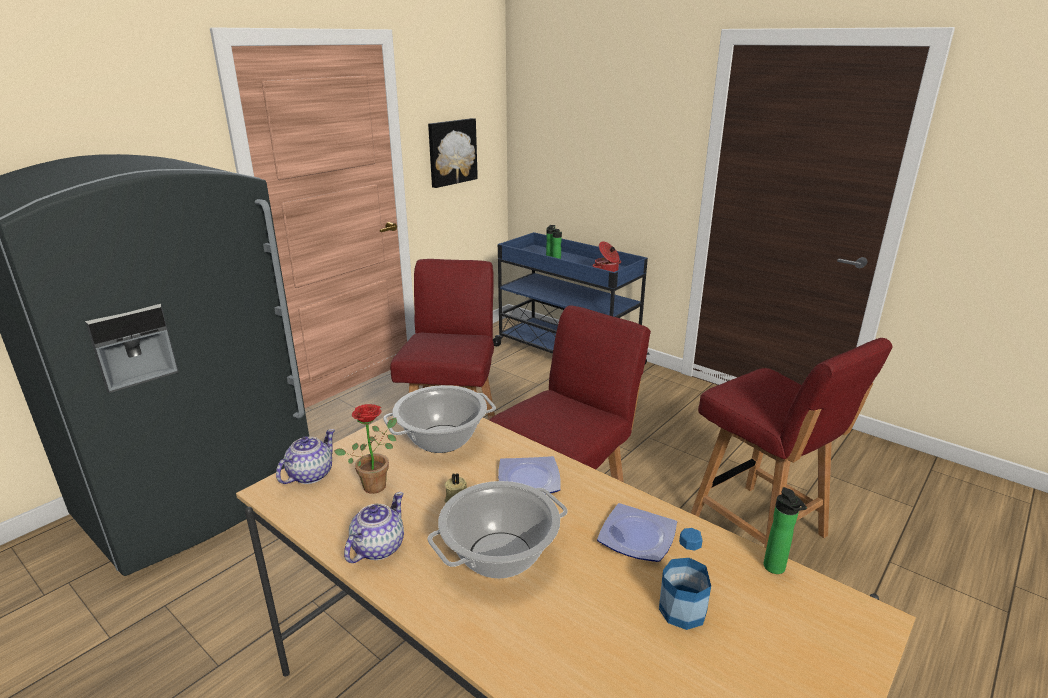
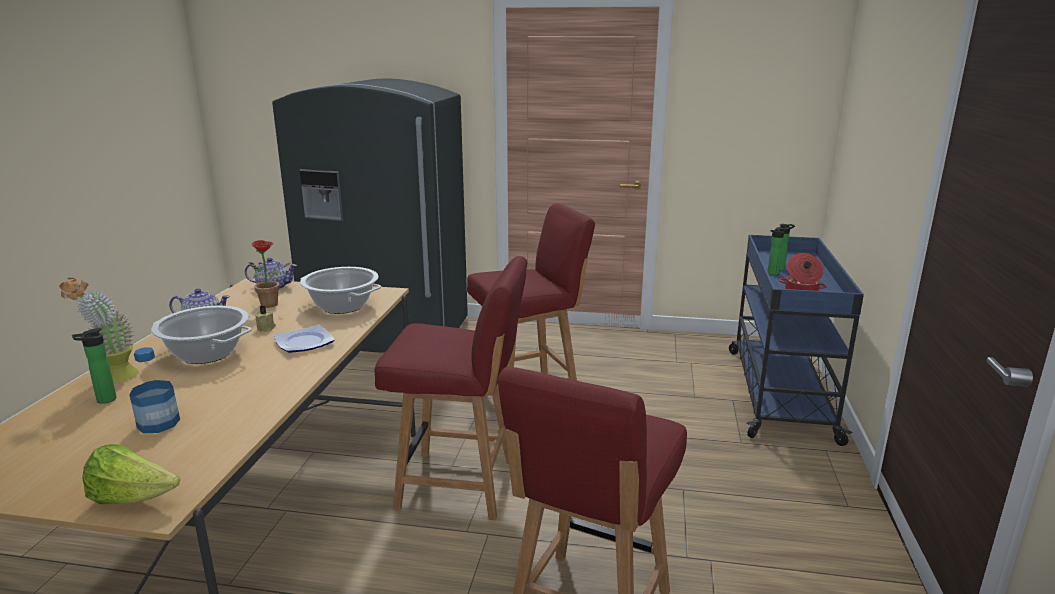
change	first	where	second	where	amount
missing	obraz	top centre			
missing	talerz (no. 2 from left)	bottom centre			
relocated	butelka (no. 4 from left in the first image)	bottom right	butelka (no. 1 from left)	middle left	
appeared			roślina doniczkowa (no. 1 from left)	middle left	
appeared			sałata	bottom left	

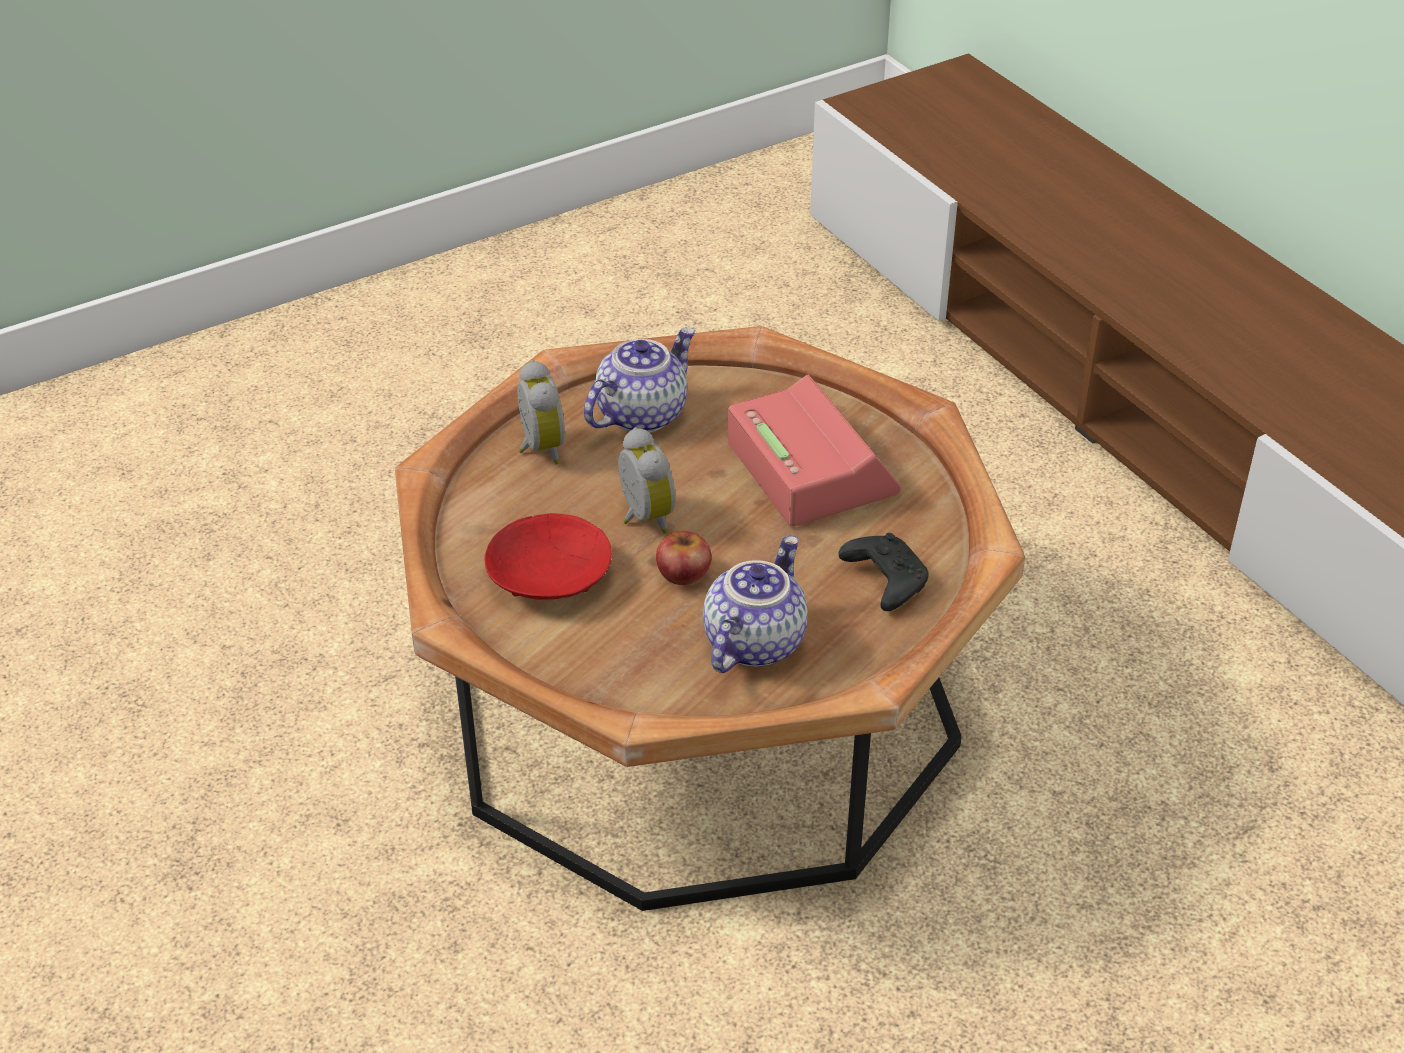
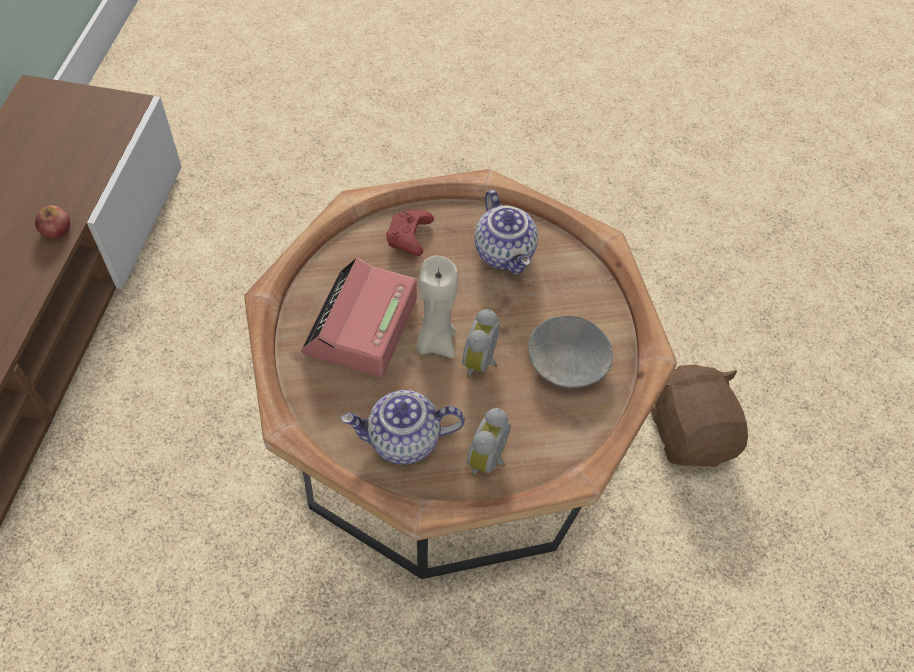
change	first	where	second	where	amount
colour	miska/czerwony	centre	miska/szary	centre	
relocated	jabłko	centre		top left	
spun	imbryk (no. 2 from left)	centre		centre	90 degrees counterclockwise
colour	pad do gier/czarny	centre	pad do gier/czerwony	centre	
appeared			świeca/beżowy	centre	
appeared			pluszak/brązowy	middle right	

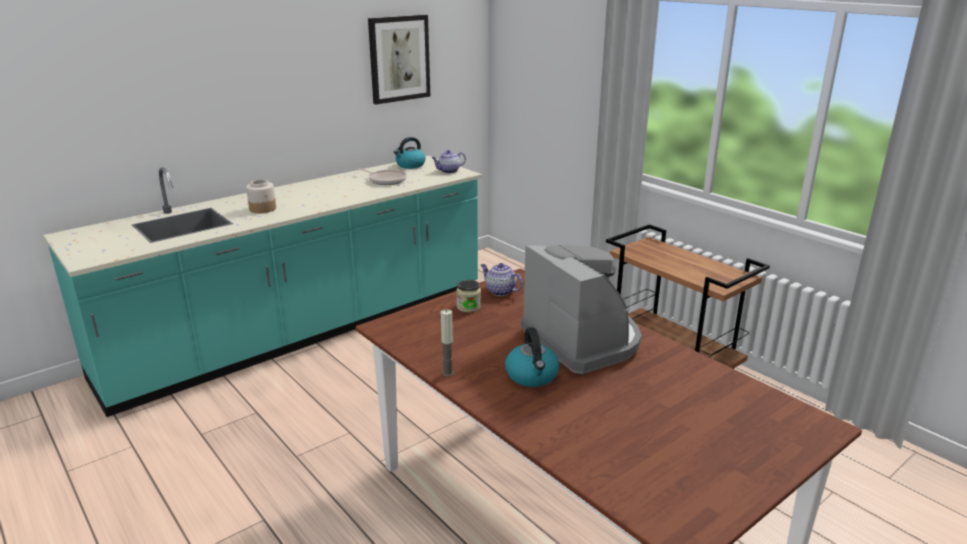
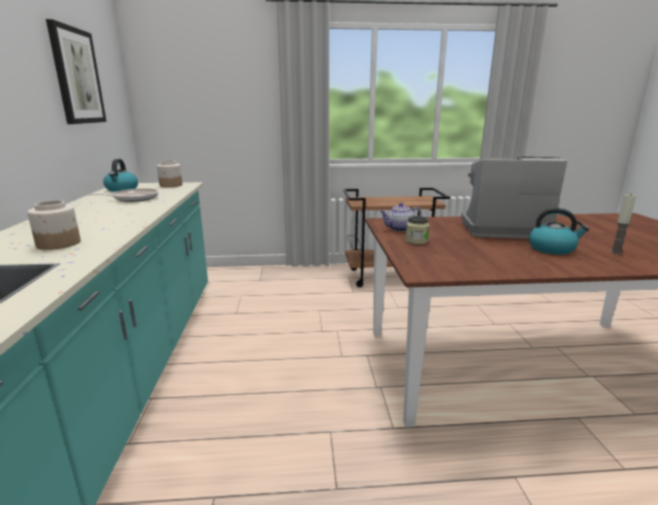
change	first	where	second	where	amount
exchanged	imbryk (no. 1 from left)	top centre	słoik (no. 2 from left)	middle left	
relocated	świeca	centre		middle right	

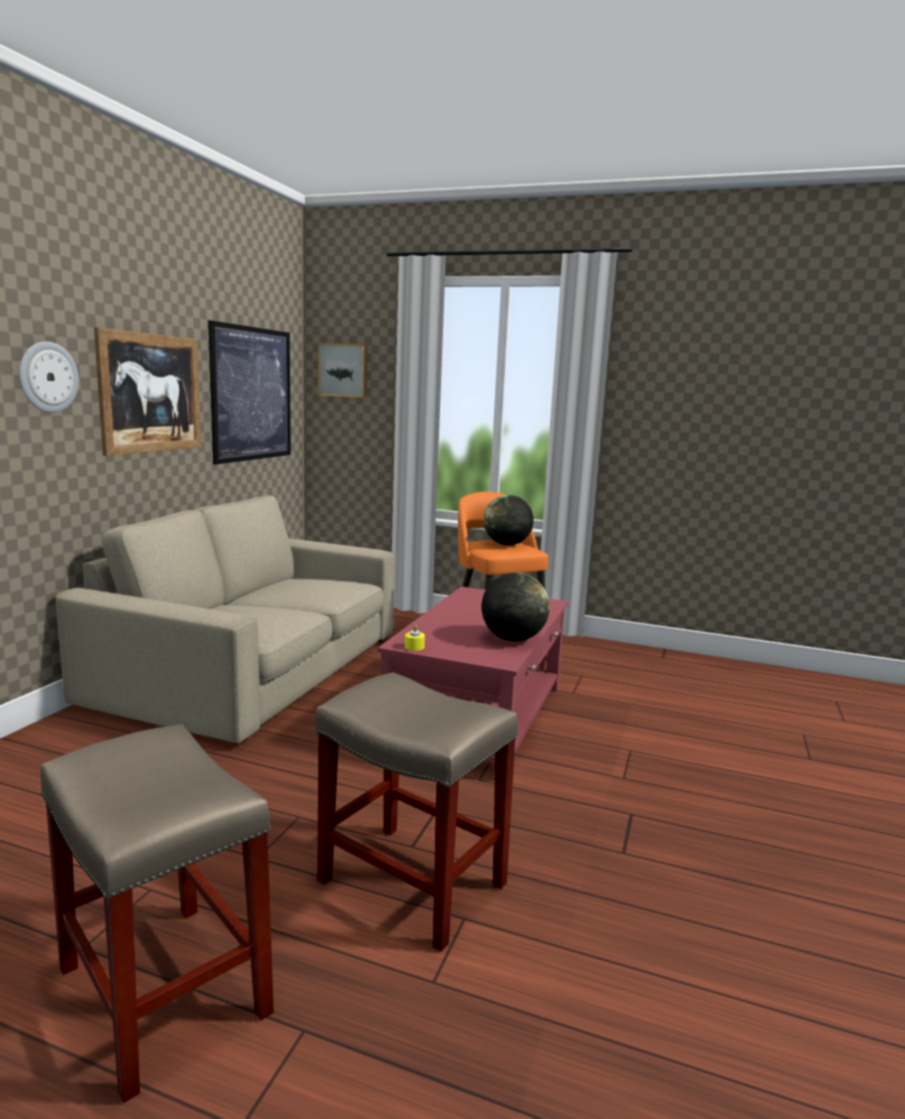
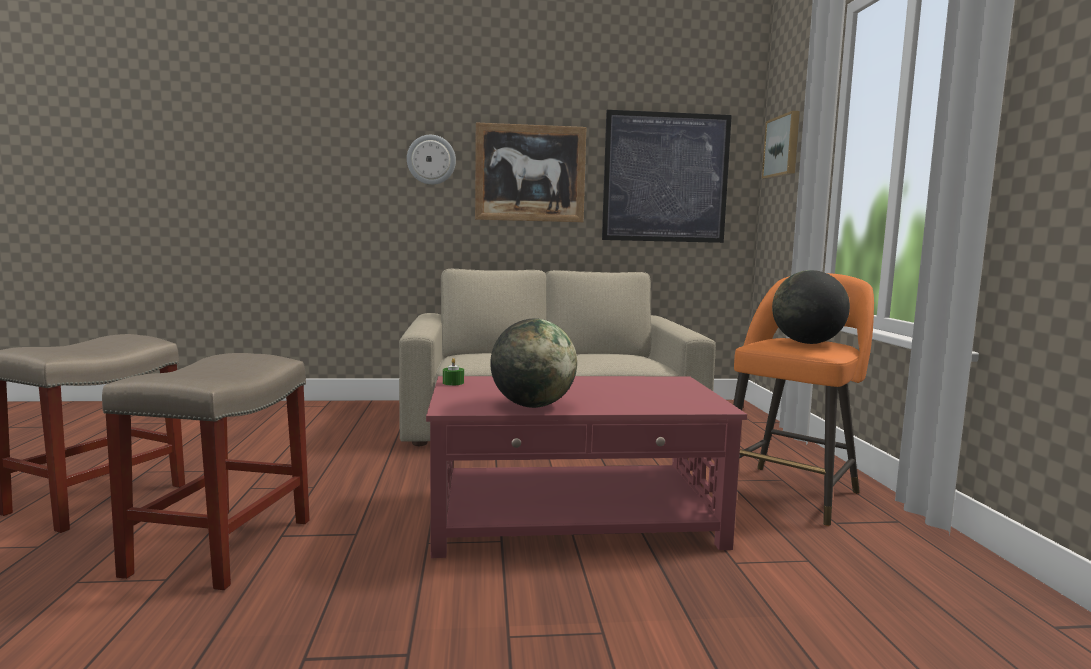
change	first	where	second	where	amount
colour	świeca/żółty	centre	świeca/zielony	centre	

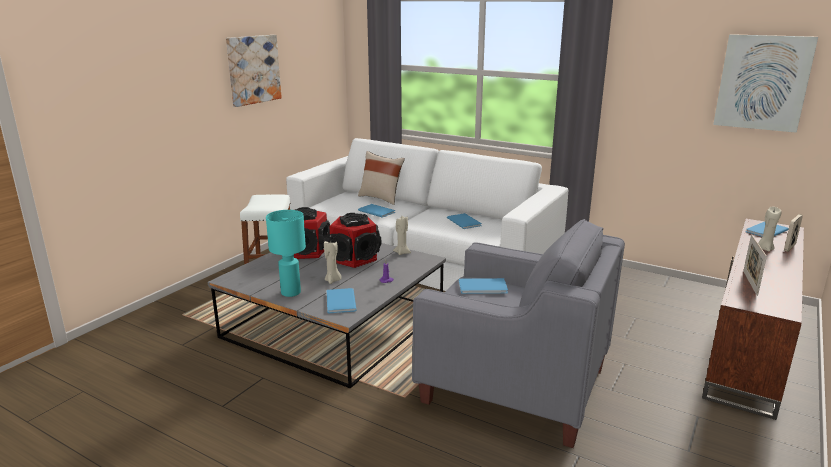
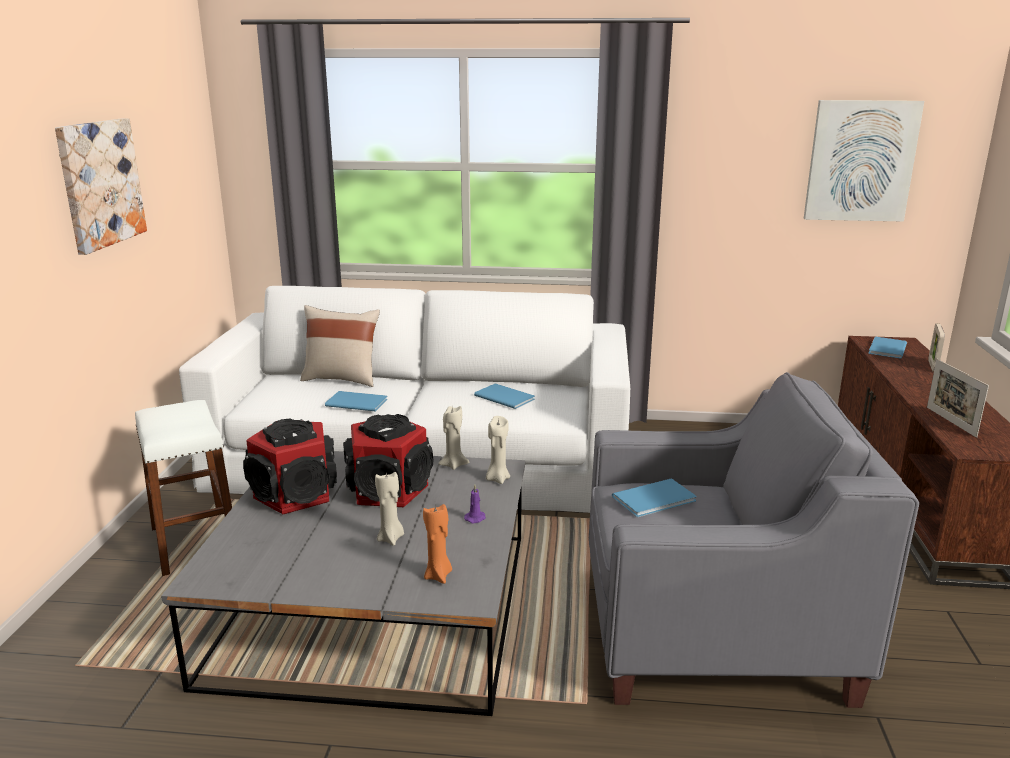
change	first	where	second	where	amount
missing	lampa stołowa/turkusowy	centre			
exchanged	książka/niebieski (no. 1 from left)	centre	świeca/pomarańczowy	bottom centre	
relocated	świeca/beżowy (no. 3 from left)	middle right		centre	

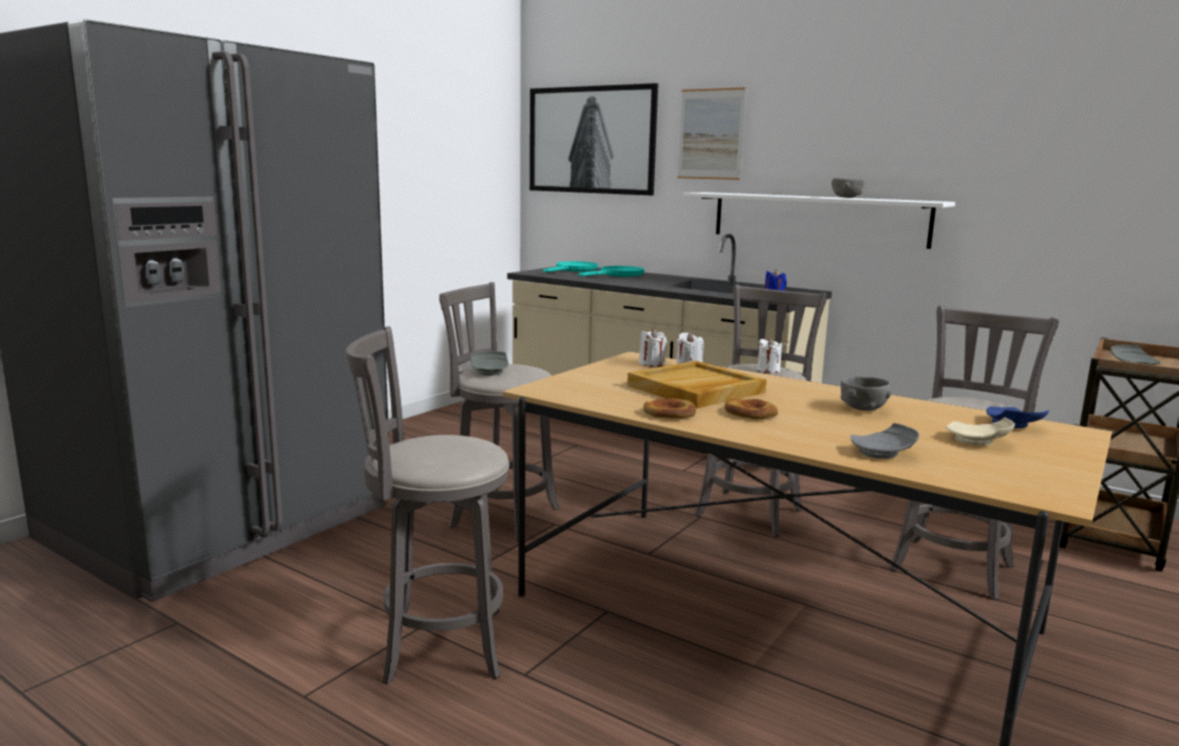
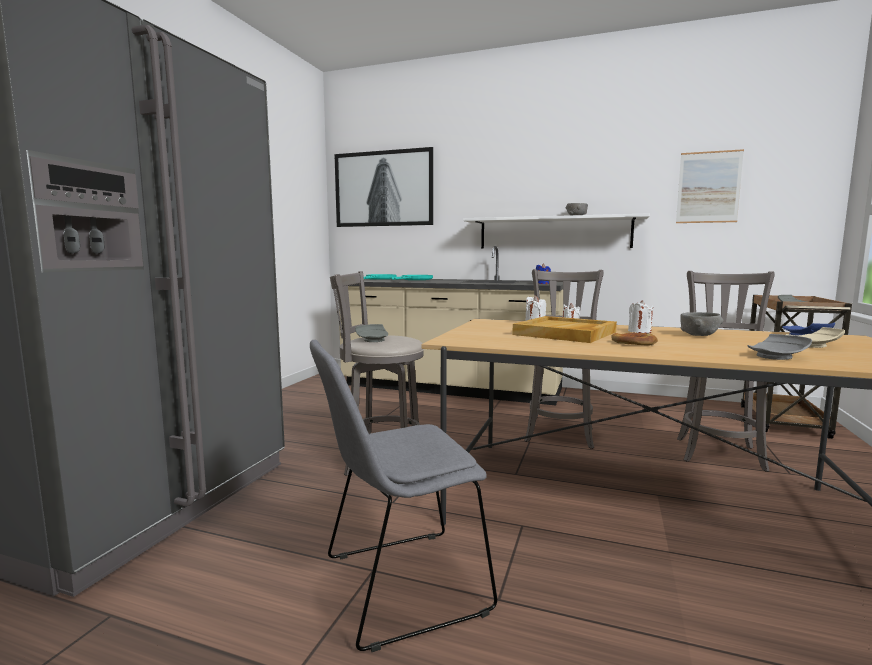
change	first	where	second	where	amount
exchanged	stołek/szary (no. 1 from left)	bottom centre	krzesło/szary	bottom centre	
relocated	świeca/biały (no. 1 from left in the first image)	centre	świeca/biały (no. 3 from left)	middle right	
missing	chleb (no. 1 from left)	centre			
relocated	obraz (no. 2 from left)	top centre		top right	

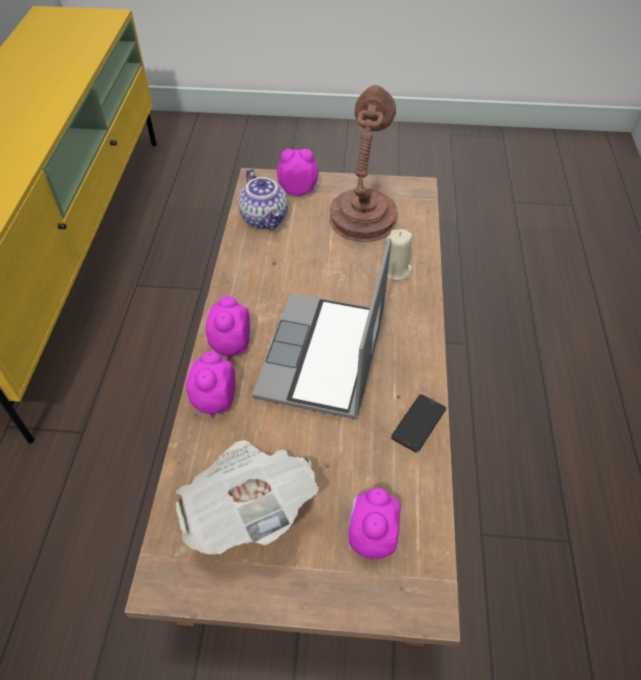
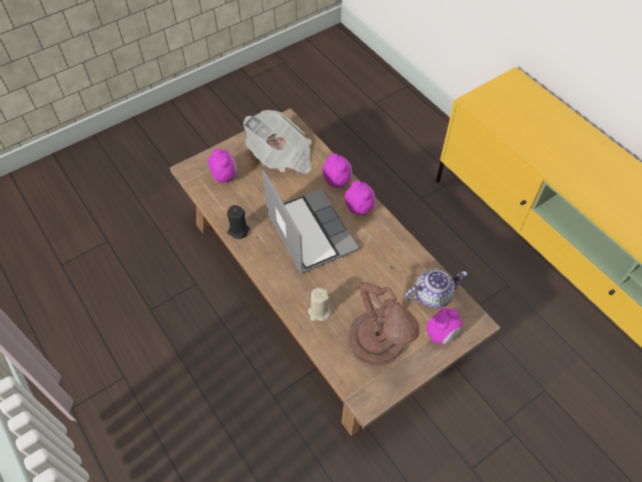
change	first	where	second	where	amount
spun	imbryk	top centre		middle right	135 degrees clockwise
exchanged	telefon	centre	świeca/czarny	centre	

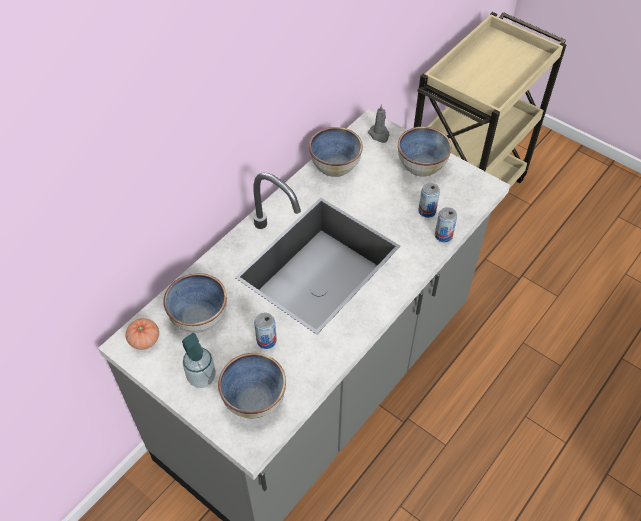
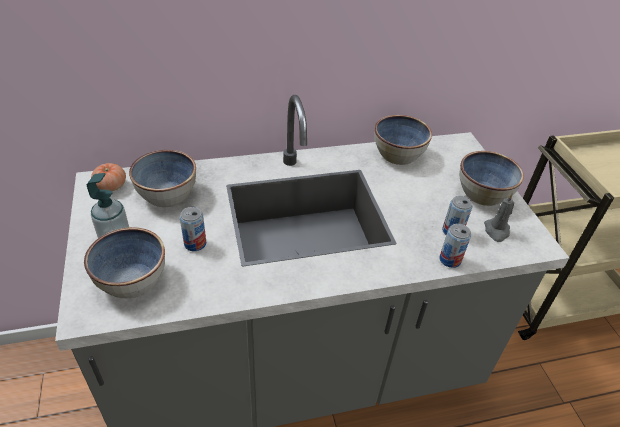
change	first	where	second	where	amount
relocated	świeca/szary	top centre		middle right	

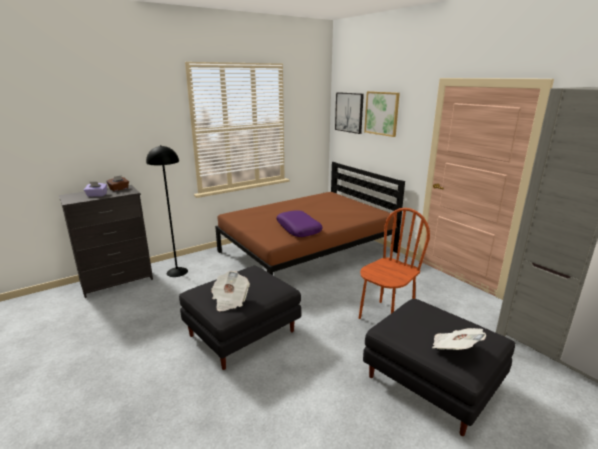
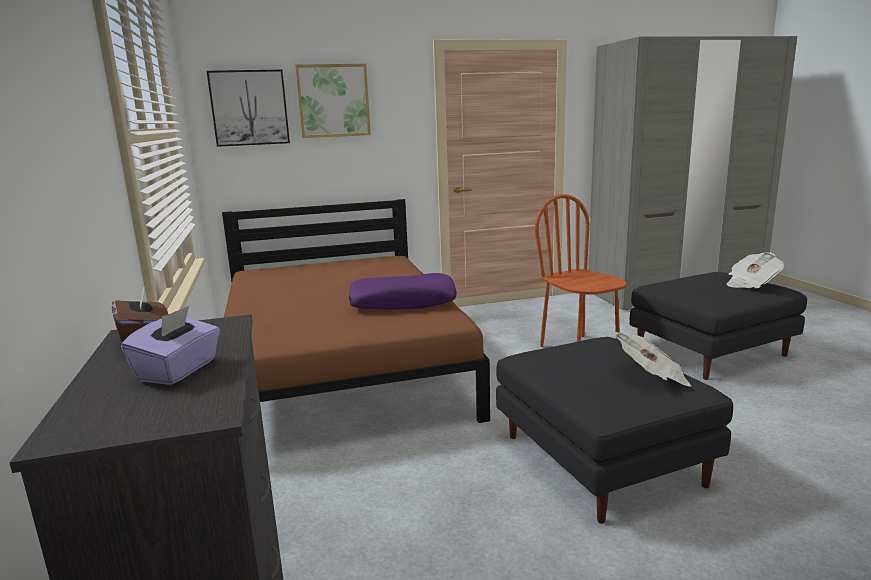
change	first	where	second	where	amount
missing	lampa stojąca/czarny	middle left			

